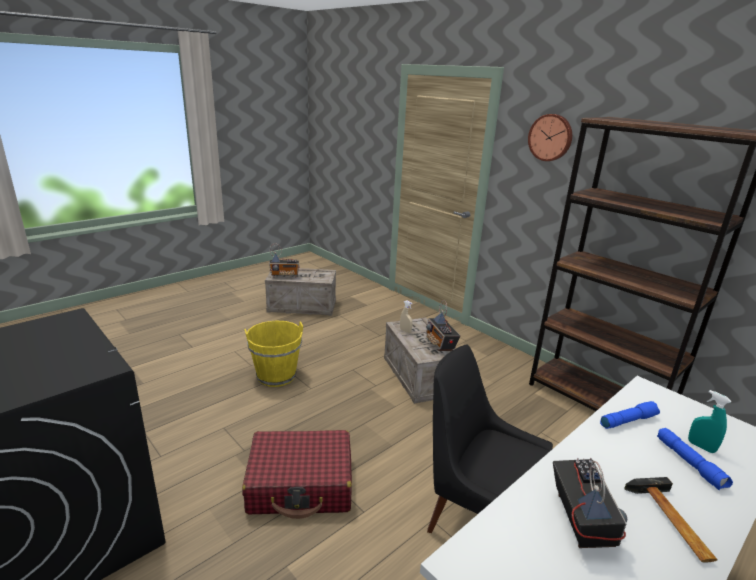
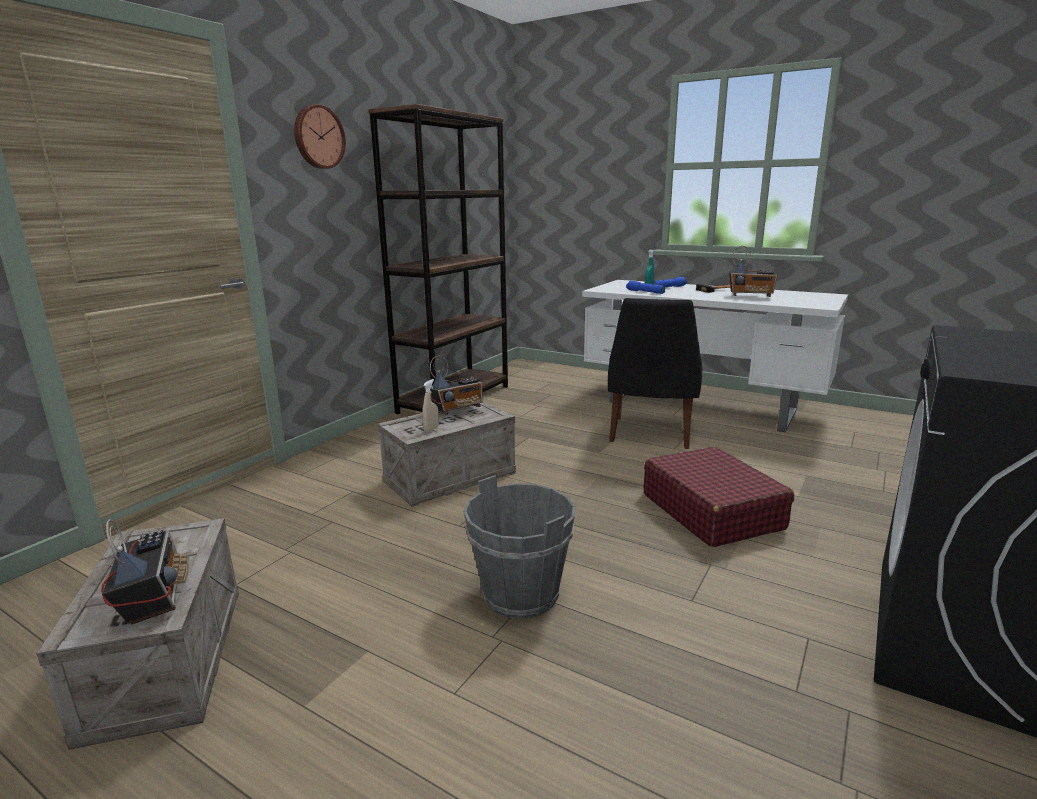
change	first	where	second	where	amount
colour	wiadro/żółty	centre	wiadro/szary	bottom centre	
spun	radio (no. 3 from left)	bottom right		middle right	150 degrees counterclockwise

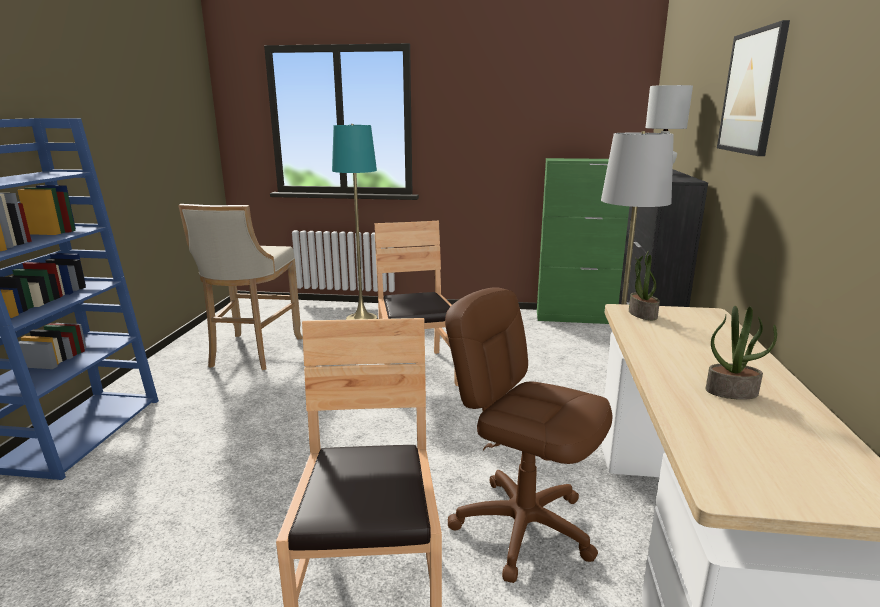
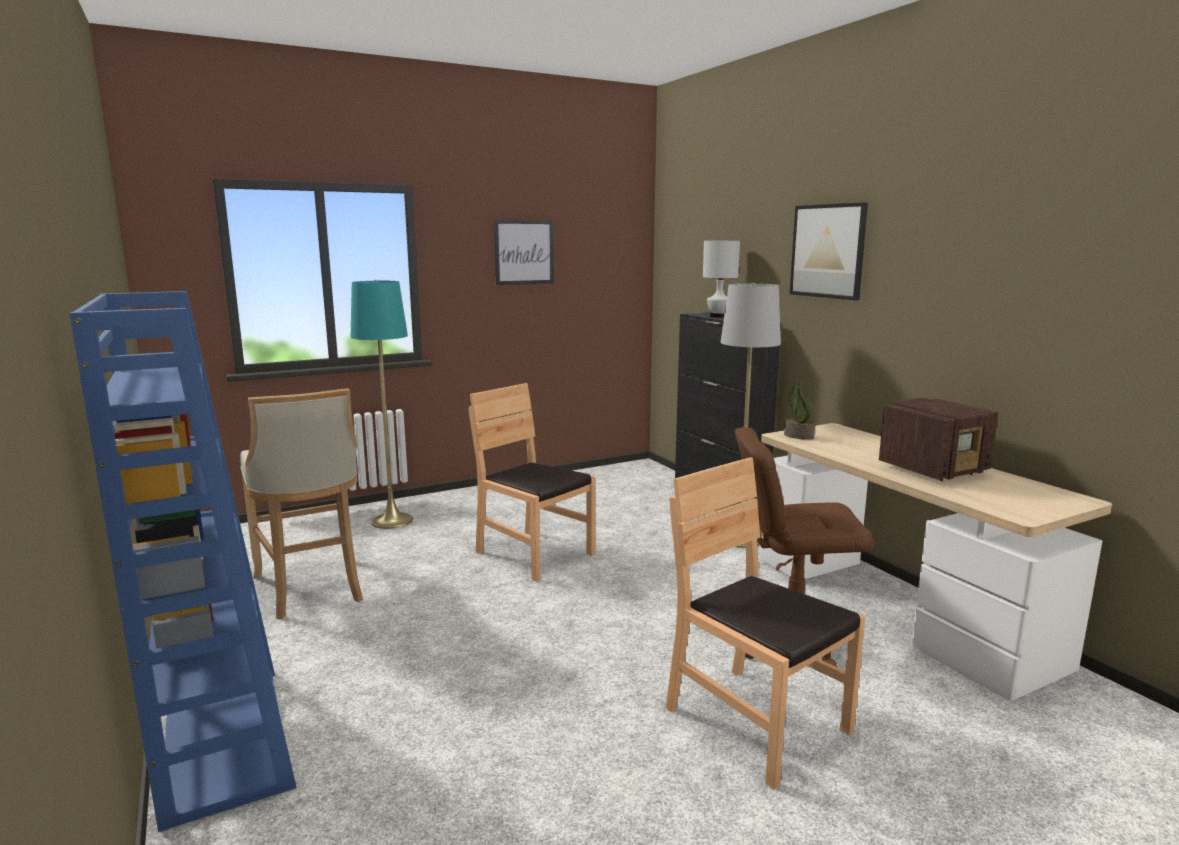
change	first	where	second	where	amount
missing	szafka/zielony	centre			
exchanged	roślina doniczkowa (no. 2 from left)	middle right	radio	middle right	
appeared			obraz (no. 1 from left)	top centre	

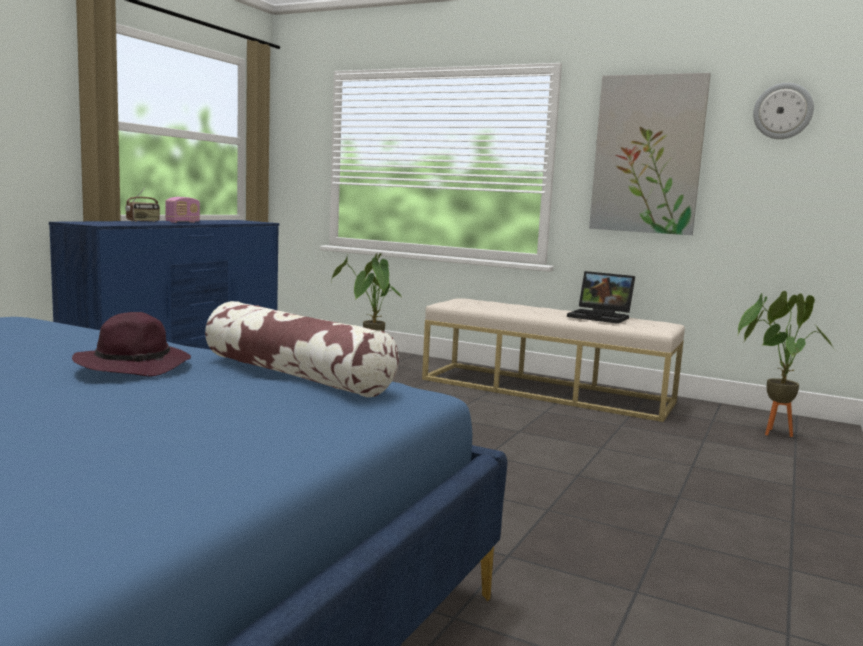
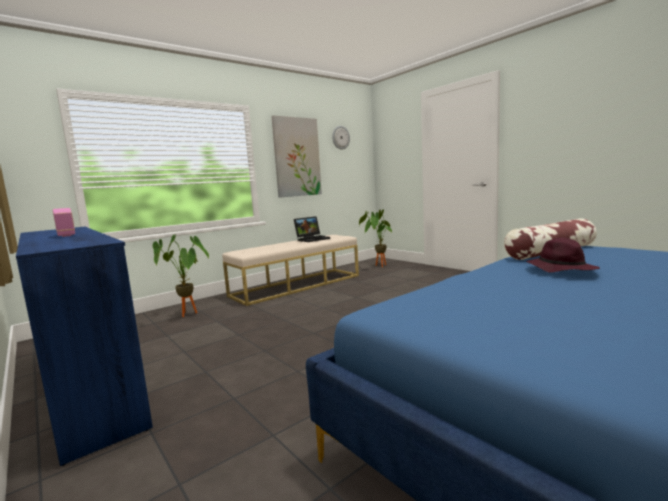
change	first	where	second	where	amount
missing	radio (no. 1 from left)	top left			

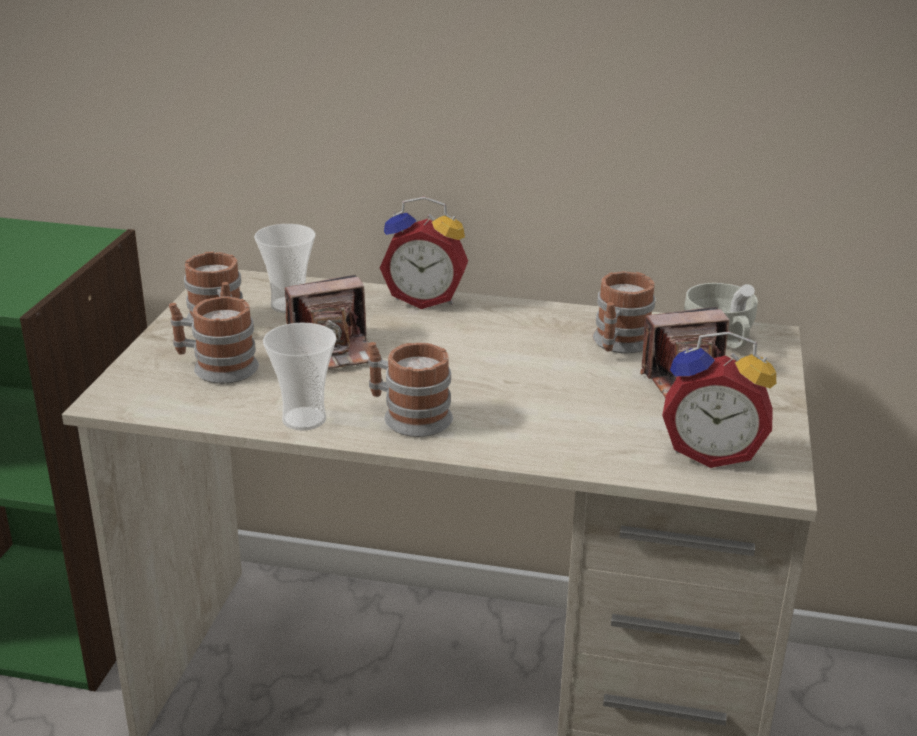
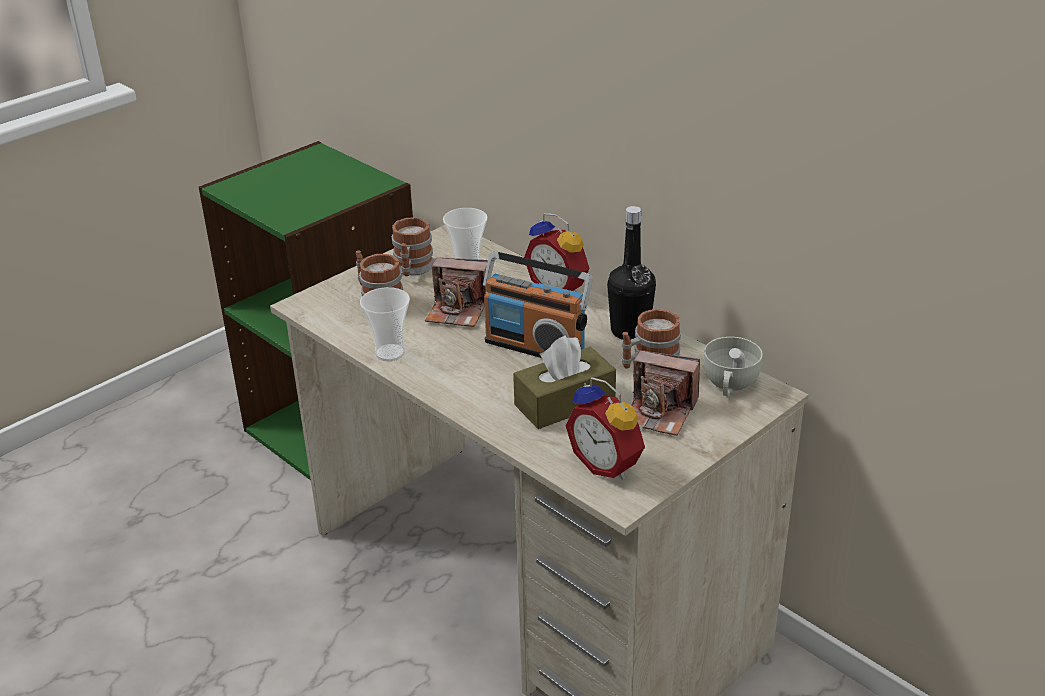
change	first	where	second	where	amount
missing	kubek (no. 3 from left)	centre			
appeared			radio	centre	
appeared			pudełko chusteczek/brązowy	centre	
appeared			butelka/czarny	centre	

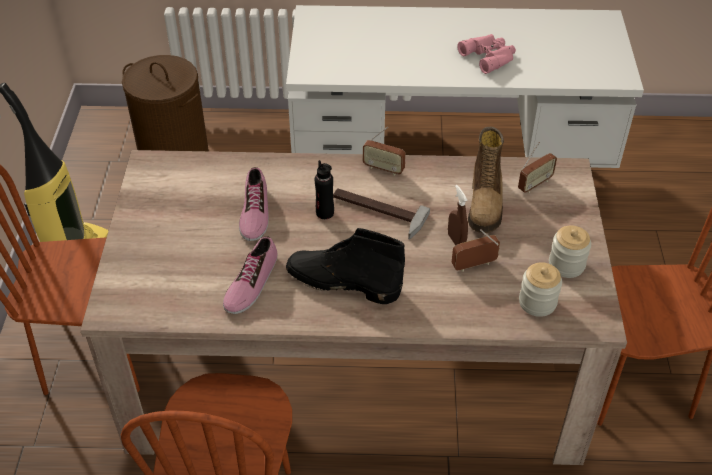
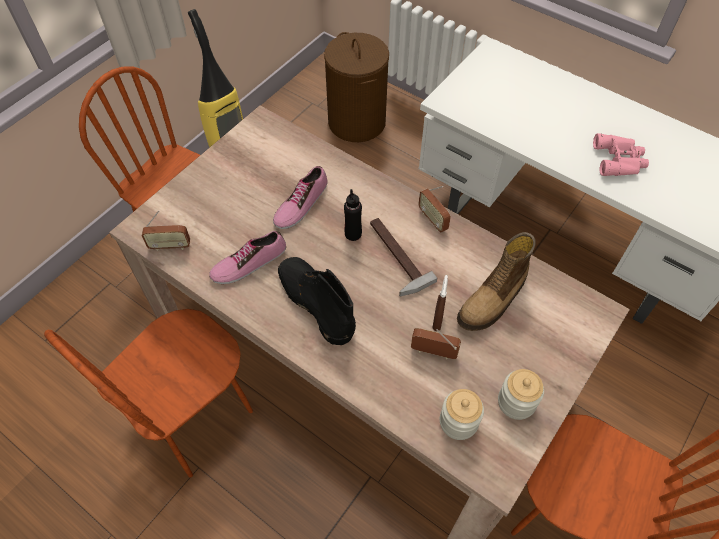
change	first	where	second	where	amount
relocated	radio (no. 3 from left in the first image)	middle right	radio (no. 1 from left)	middle left	

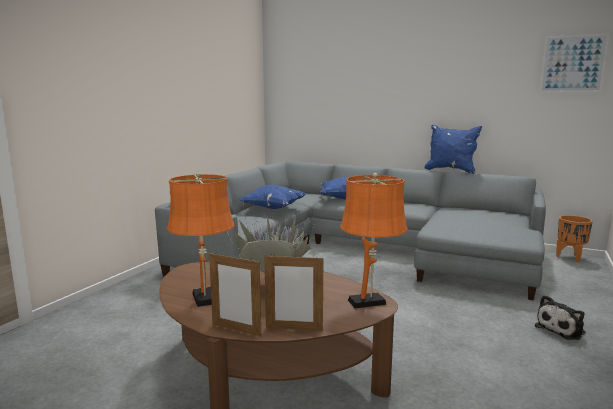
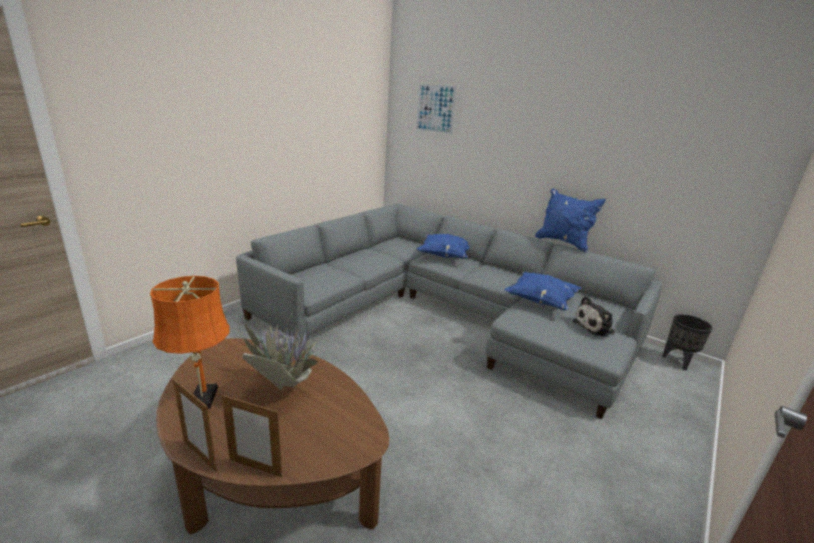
change	first	where	second	where	amount
relocated	poduszka/niebieski (no. 1 from left in the first image)	centre	poduszka/niebieski (no. 2 from left)	middle right	
missing	lampa stołowa/pomarańczowy (no. 2 from left)	centre			
relocated	pluszak	bottom right		middle right	
relocated	obraz	top right		top centre	
colour	donica/pomarańczowy	middle right	donica/czarny	middle right	

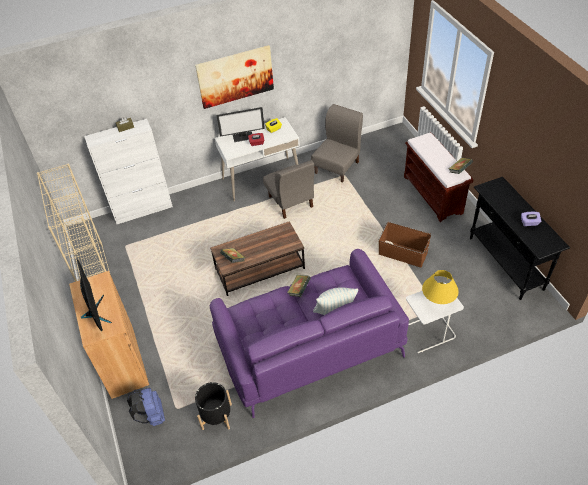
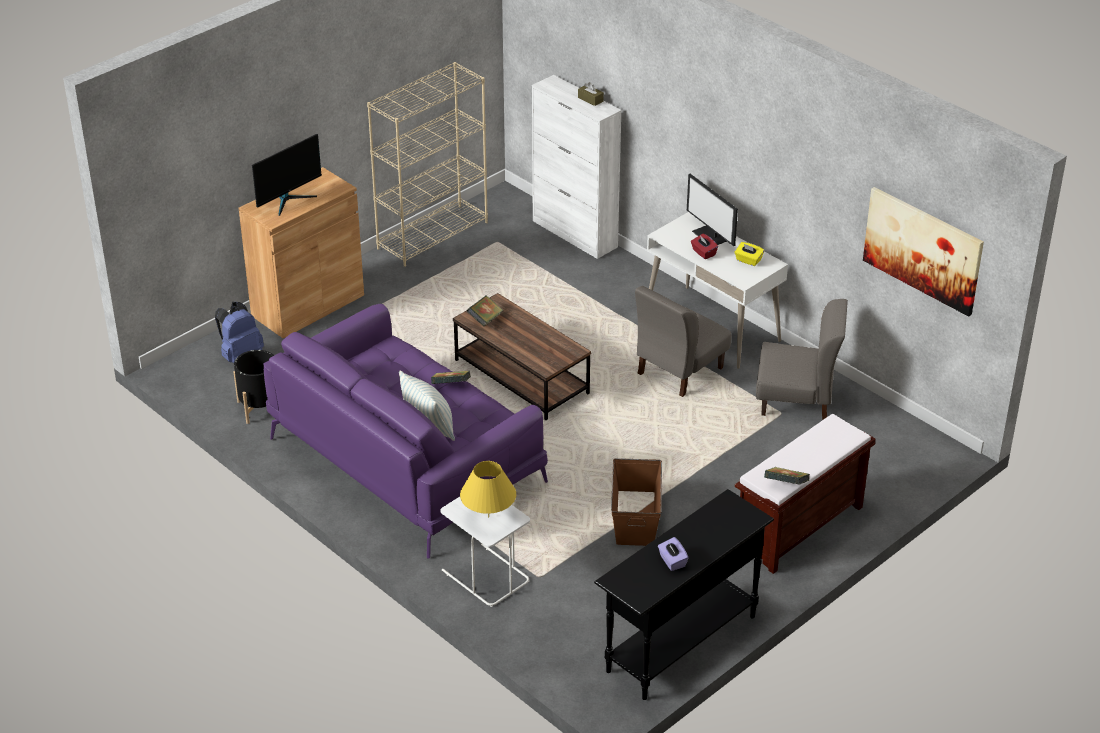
change	first	where	second	where	amount
relocated	obraz	top centre		middle right	

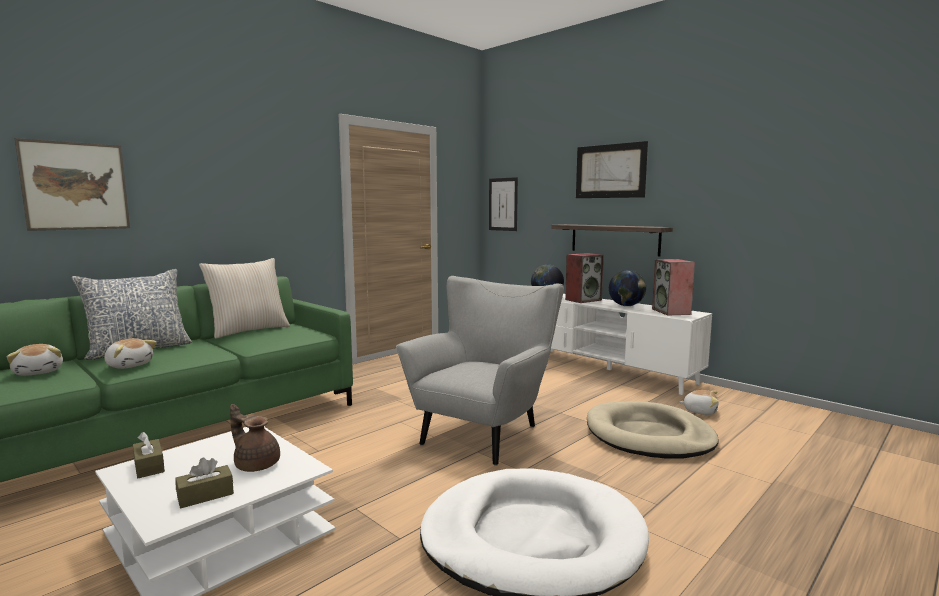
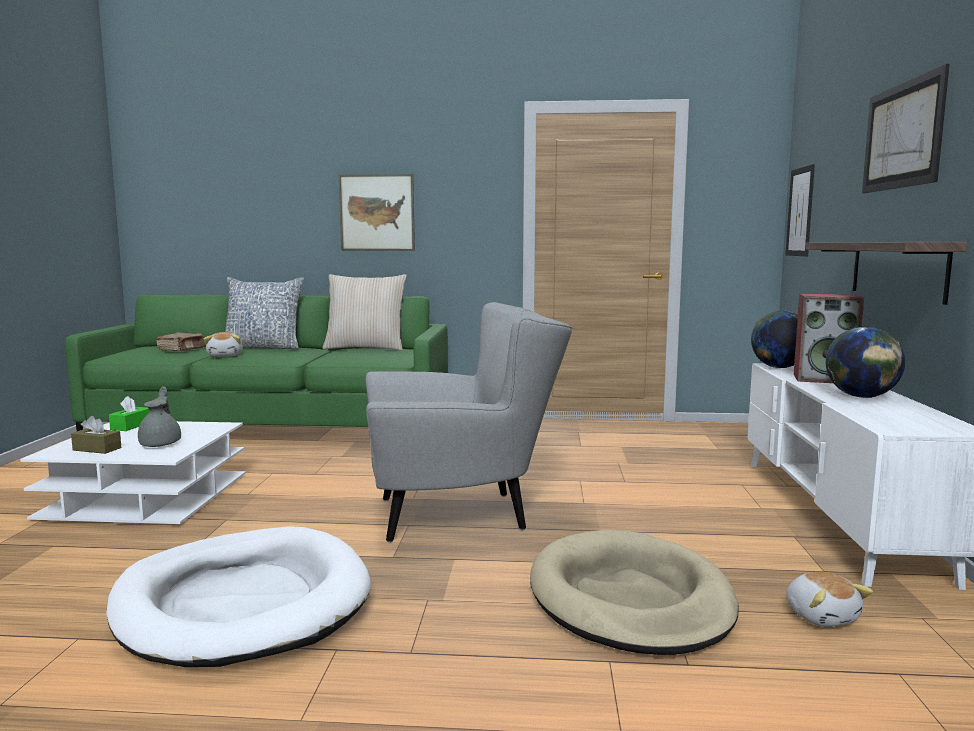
change	first	where	second	where	amount
exchanged	pluszak (no. 1 from left)	middle left	książka/brązowy	middle left	
relocated	obraz (no. 1 from left)	top left		top centre	
colour	pudełko chusteczek/brązowy (no. 1 from left)	bottom left	pudełko chusteczek/zielony	middle left	
colour	imbryk/brązowy	bottom left	imbryk/szary	middle left	
missing	głośnik (no. 2 from left)	middle right			

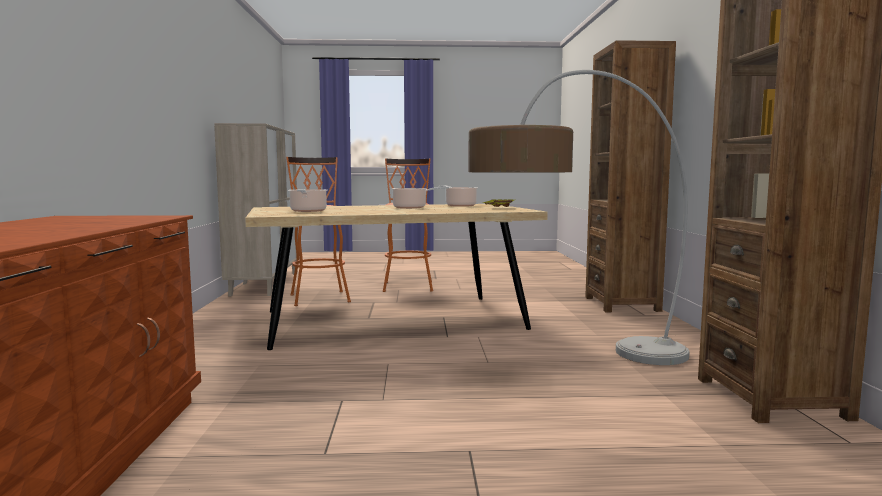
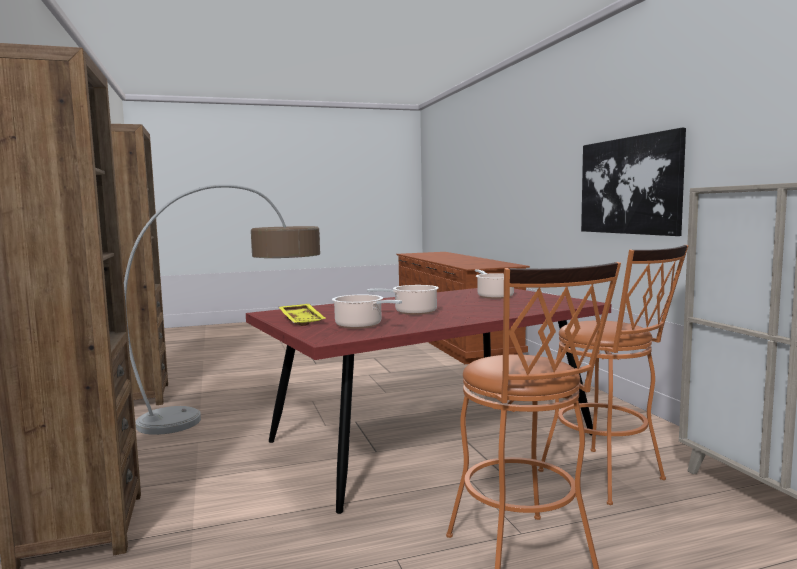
change	first	where	second	where	amount
colour	stół jadalny/beżowy	centre	stół jadalny/czerwony	bottom centre	
appeared			obraz	top right	

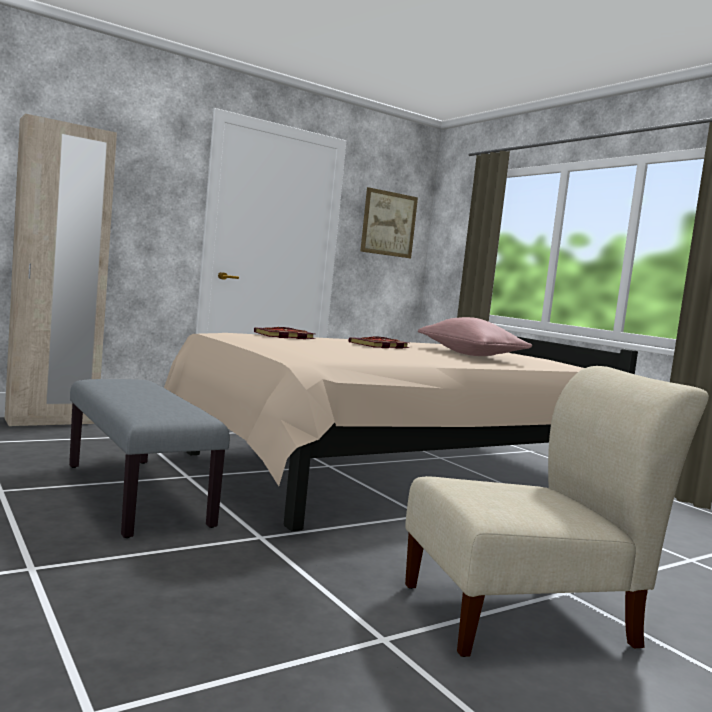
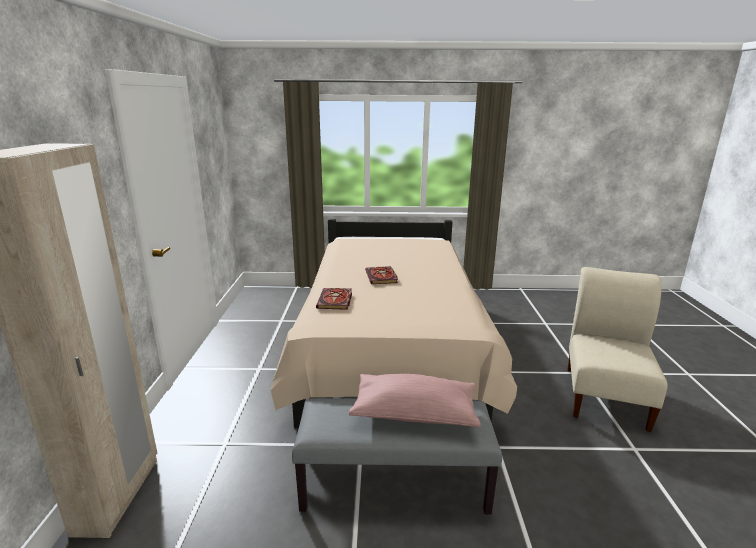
change	first	where	second	where	amount
missing	obraz	top centre			
relocated	poduszka/różowy	middle right		bottom centre	

